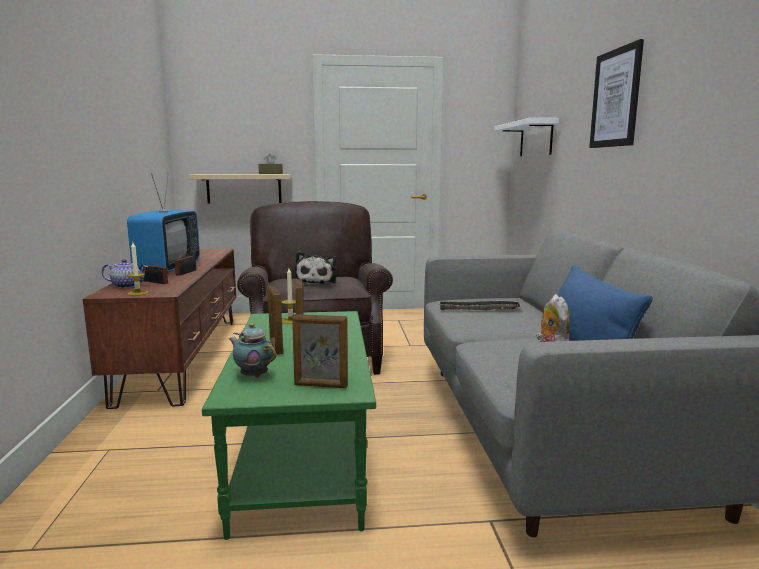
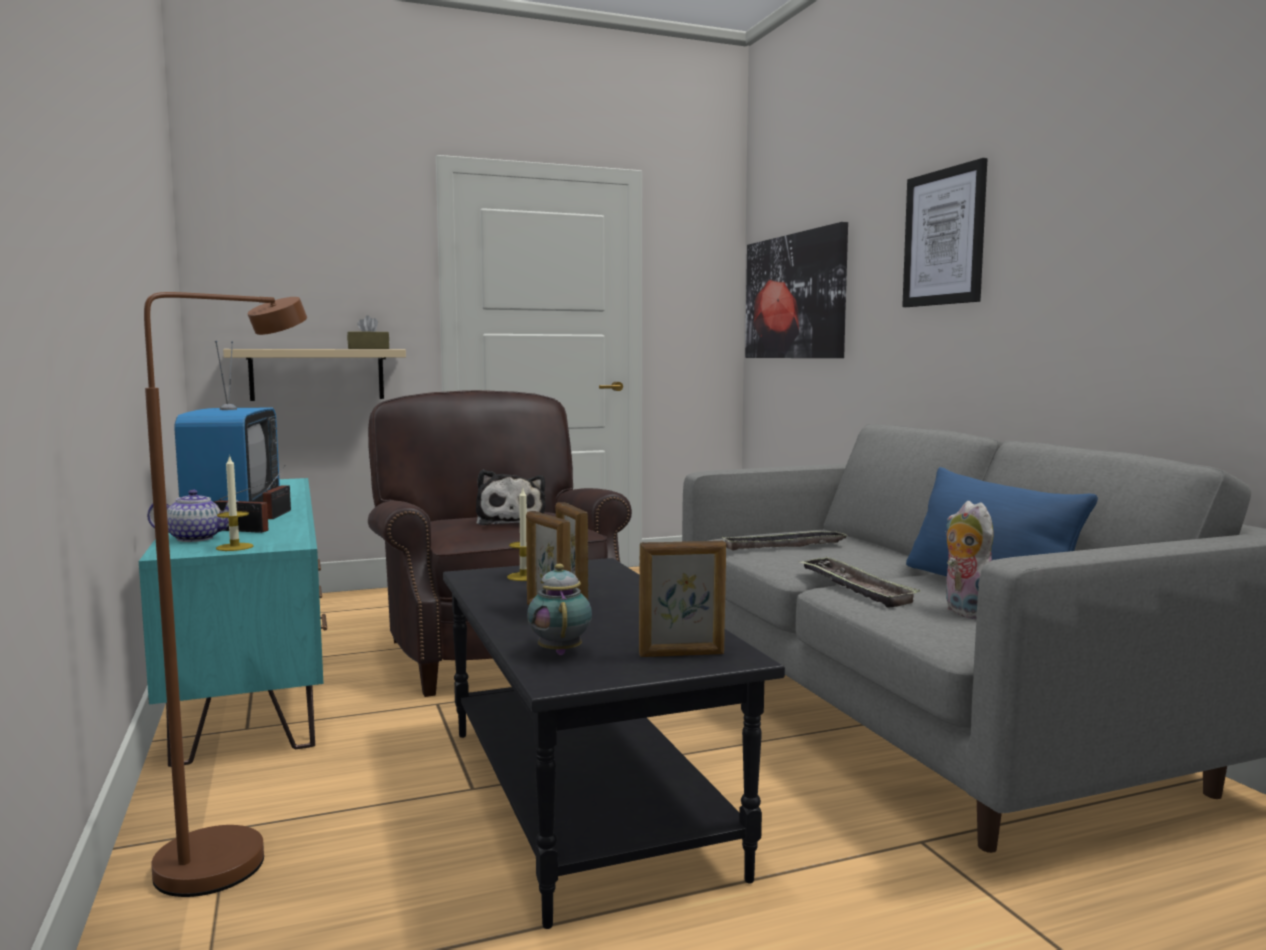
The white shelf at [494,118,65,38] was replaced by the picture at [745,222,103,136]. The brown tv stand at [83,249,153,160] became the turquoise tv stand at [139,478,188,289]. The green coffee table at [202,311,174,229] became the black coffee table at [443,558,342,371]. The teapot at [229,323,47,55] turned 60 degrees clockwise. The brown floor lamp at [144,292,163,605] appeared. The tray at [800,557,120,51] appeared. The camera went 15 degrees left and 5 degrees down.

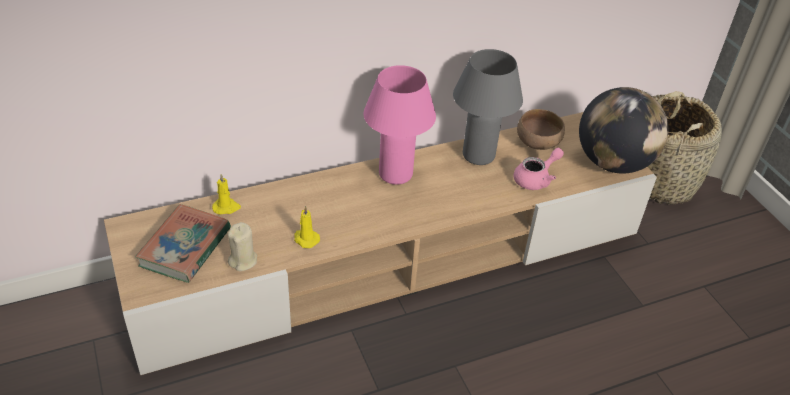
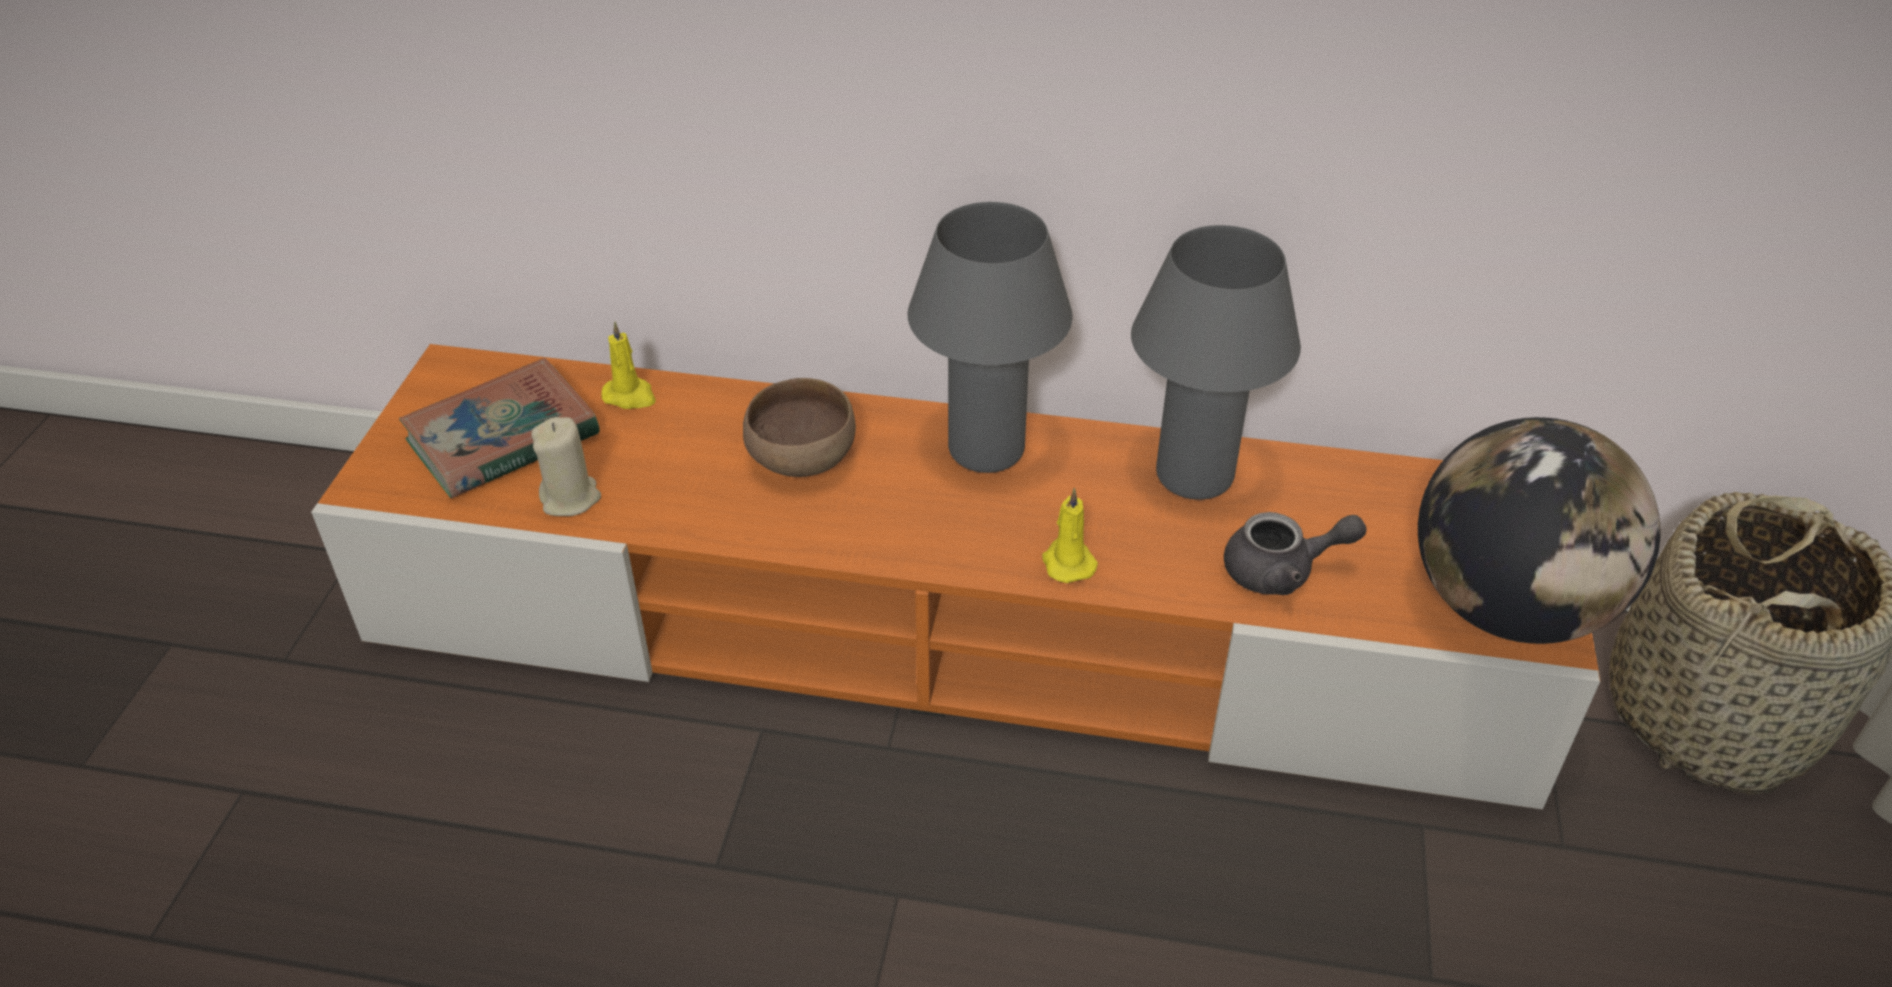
The pink table lamp at [364,65,72,120] became the grey table lamp at [908,202,164,271]. The brown bowl moved from [517,109,48,41] to [743,378,113,99]. The beige tv stand at [104,112,553,263] became the orange tv stand at [311,344,1289,466]. The pink teapot at [514,148,50,42] became the grey teapot at [1224,512,143,83]. The yellow candle moved from [294,206,26,42] to [1042,487,56,96]. The camera went 35 degrees right and 0 degrees up.

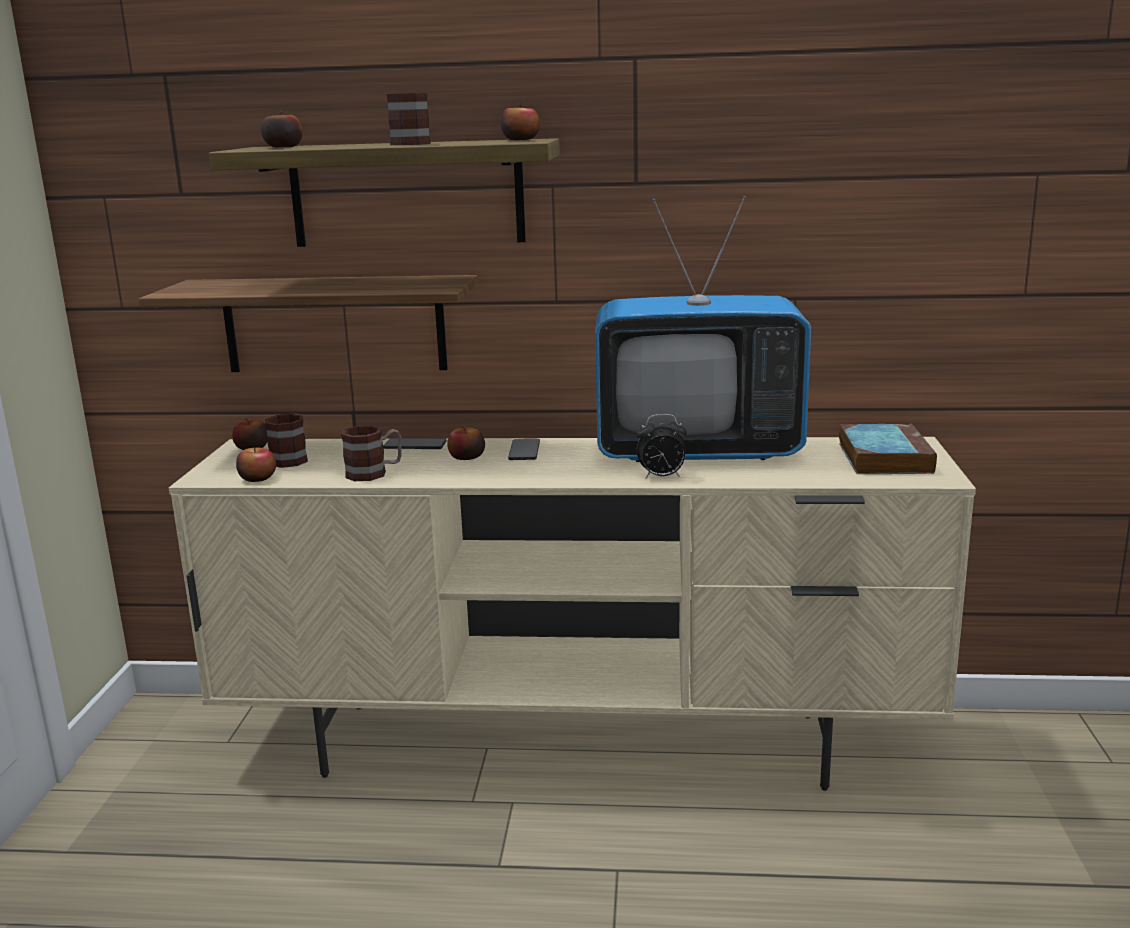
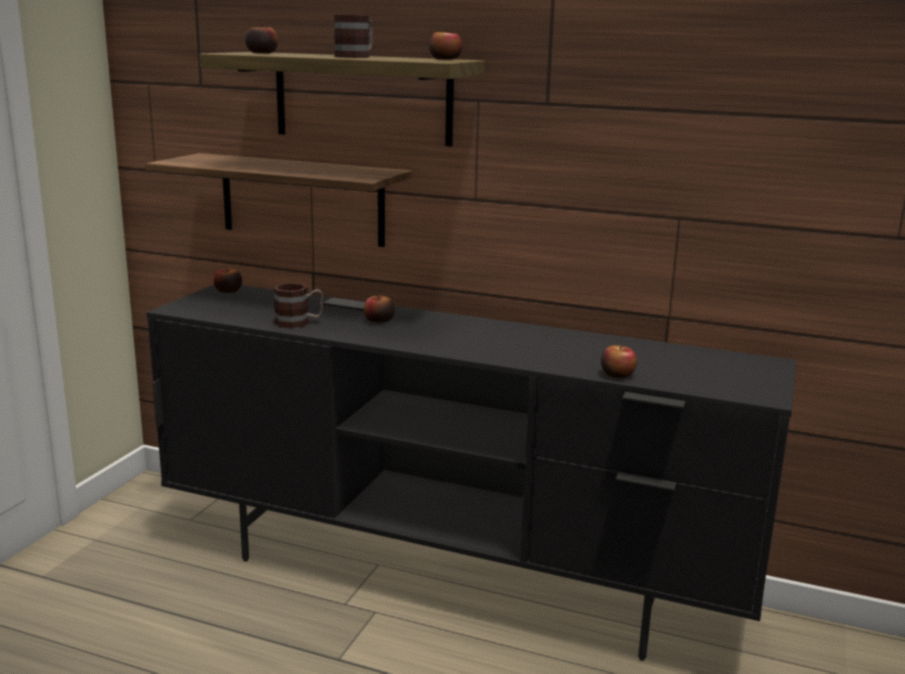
The television at [595,196,216,266] disappeared. The mug at [265,414,43,54] disappeared. The alarm clock at [636,414,51,65] disappeared. The book at [839,424,98,50] disappeared. The beige tv stand at [169,437,807,354] became the black tv stand at [146,285,650,376]. The phone at [508,439,32,21] disappeared. The apple moved from [236,447,40,35] to [601,345,36,33]. The camera went 15 degrees right and 0 degrees up.

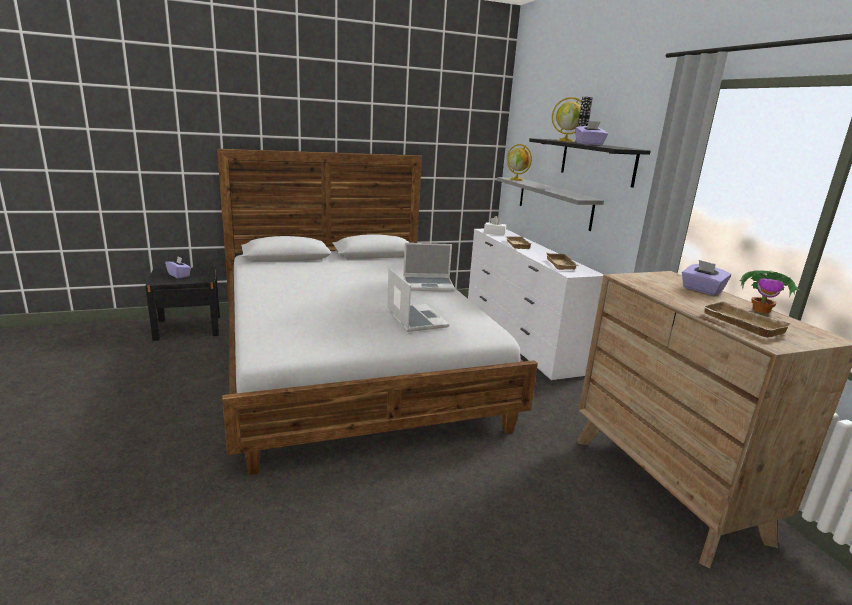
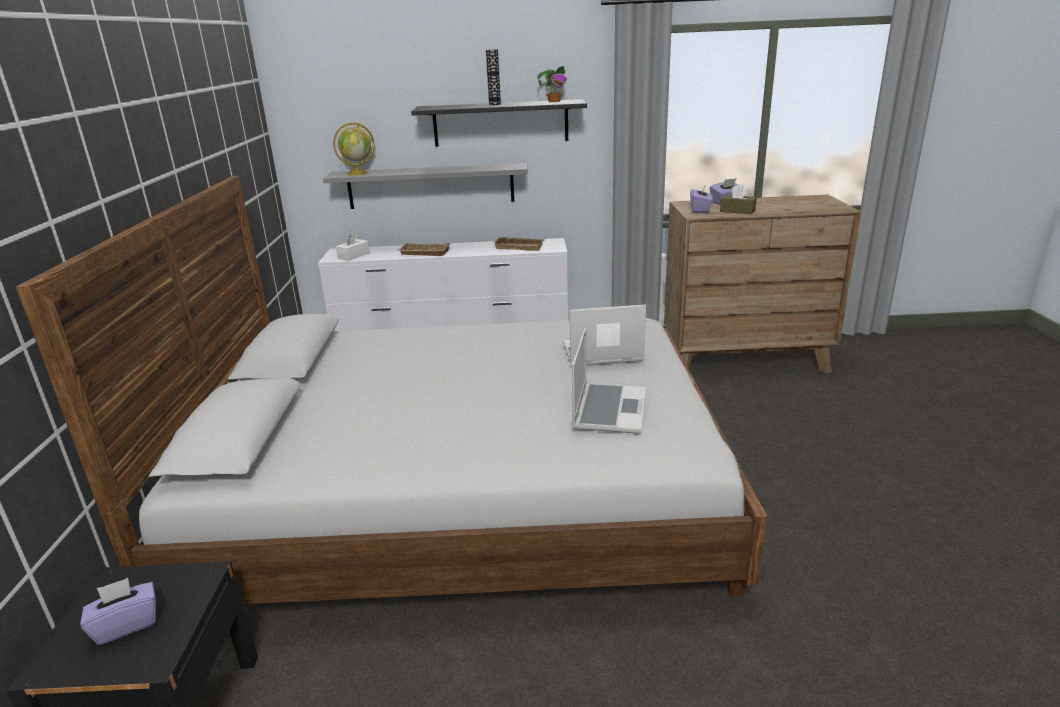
The globe at [552,97,30,45] disappeared. The purple tissue box moved from [575,121,33,24] to [690,184,23,29]. The laptop moved from [403,243,52,49] to [572,328,74,106]. The potted plant moved from [740,270,59,43] to [537,66,31,36]. The beige tray at [700,301,93,37] disappeared. The brown tissue box at [720,184,37,30] appeared. The camera went 70 degrees left and 5 degrees up.

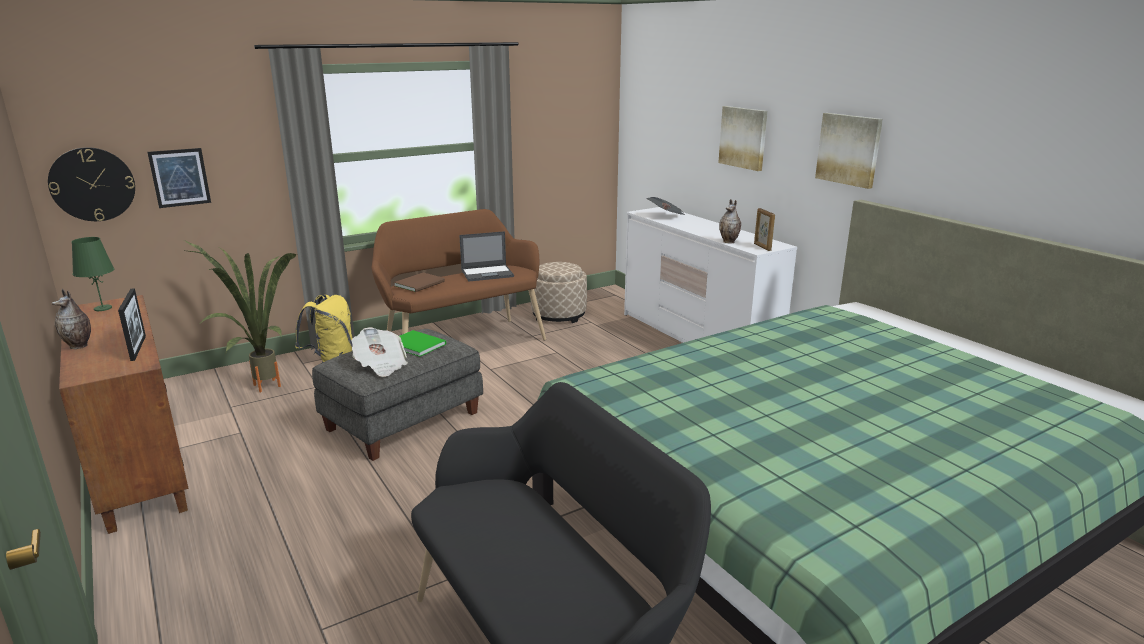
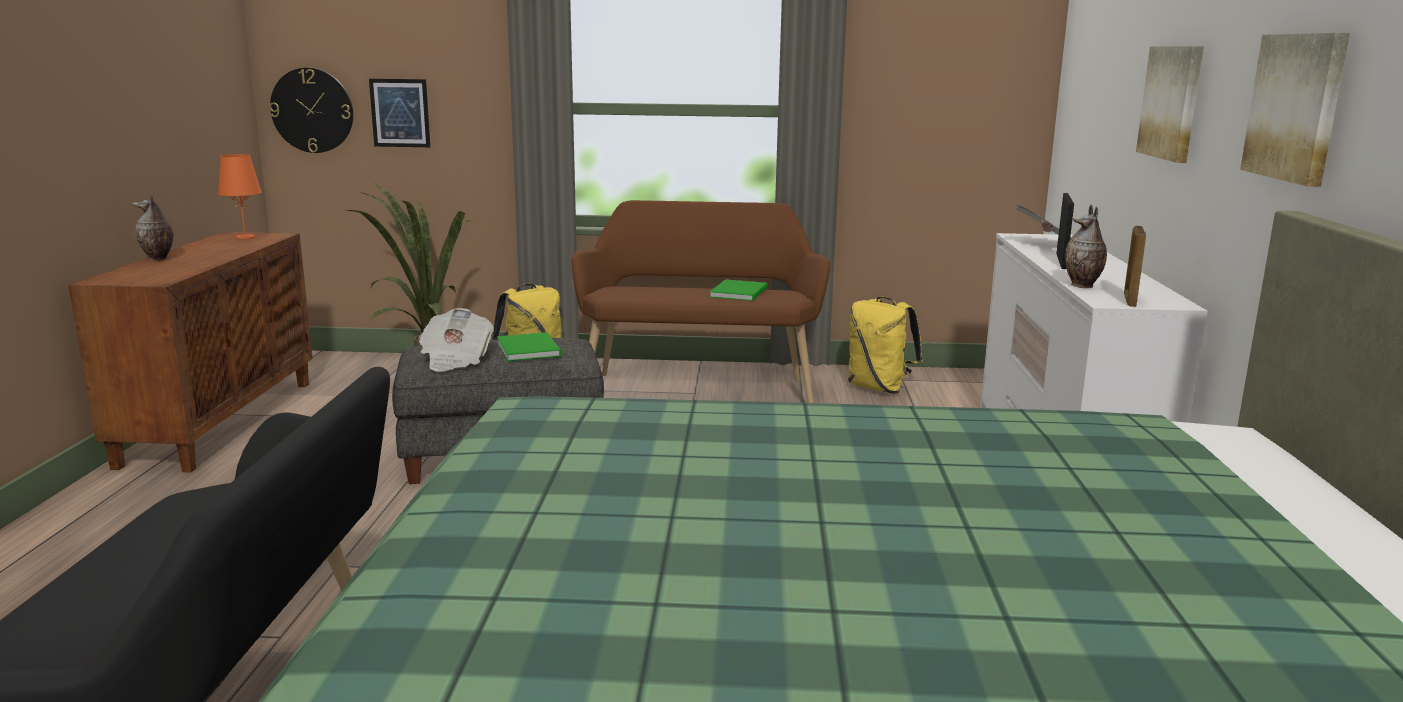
The laptop at [459,231,55,51] was replaced by the green book at [710,279,58,22]. The green table lamp at [71,237,43,74] became the orange table lamp at [217,154,45,85]. The beige ottoman at [531,262,56,61] was replaced by the yellow backpack at [848,297,75,97]. The brown book at [394,273,51,19] disappeared. The picture frame moved from [118,288,28,73] to [1056,193,18,76]. The camera went 35 degrees right and 5 degrees down.

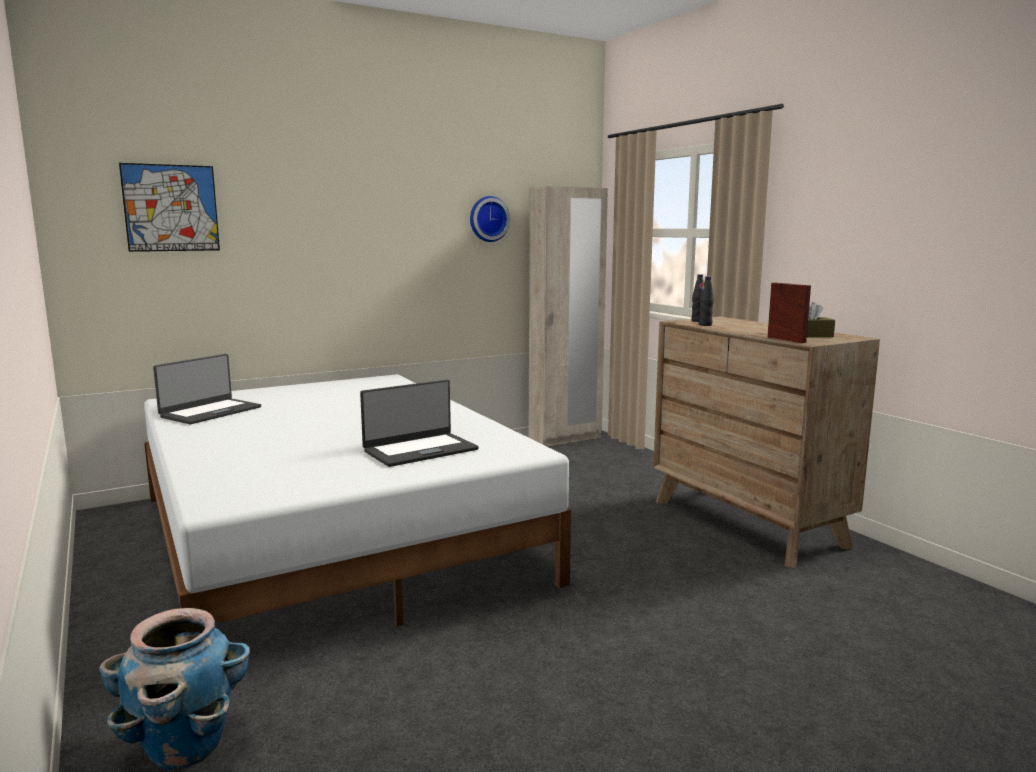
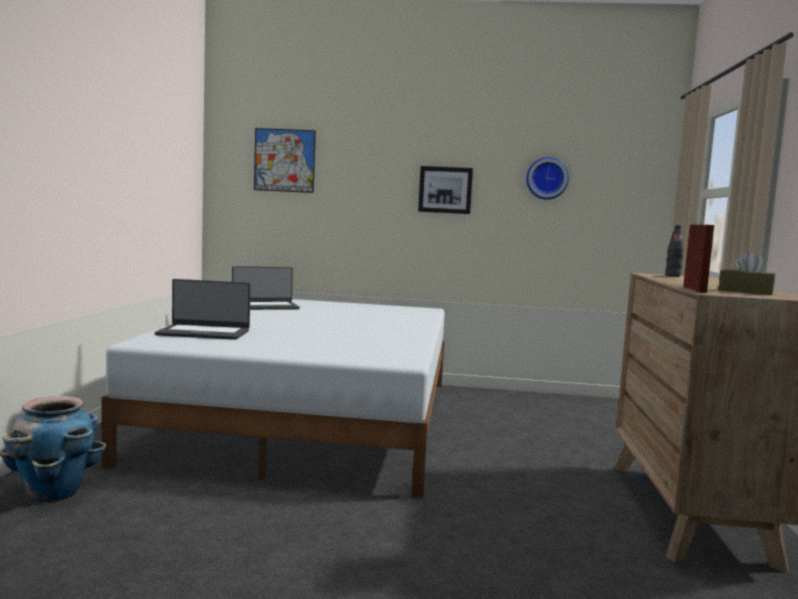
The beige wardrobe at [529,186,79,260] disappeared. The black bottle at [699,276,15,50] disappeared. The laptop moved from [360,380,119,87] to [155,279,96,61]. The picture at [418,166,55,48] appeared. The camera went 35 degrees right and 5 degrees down.

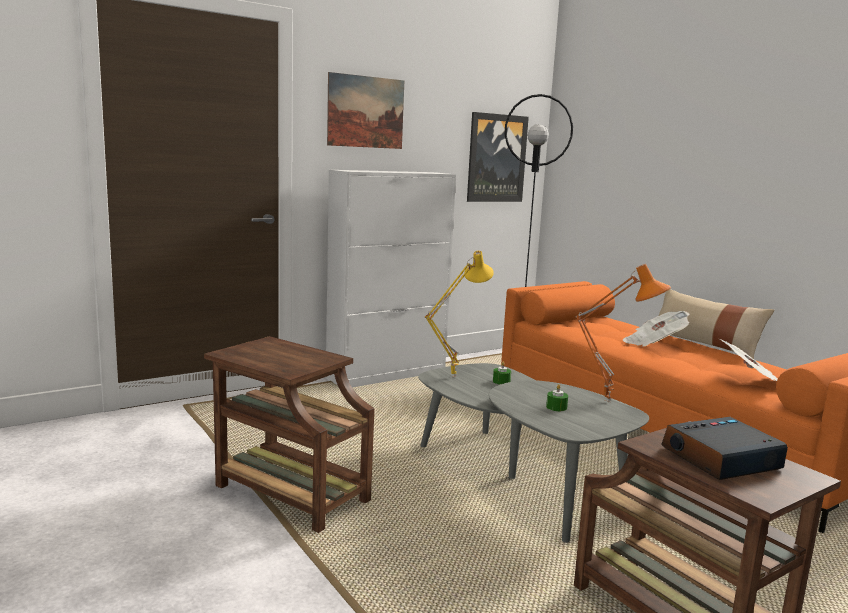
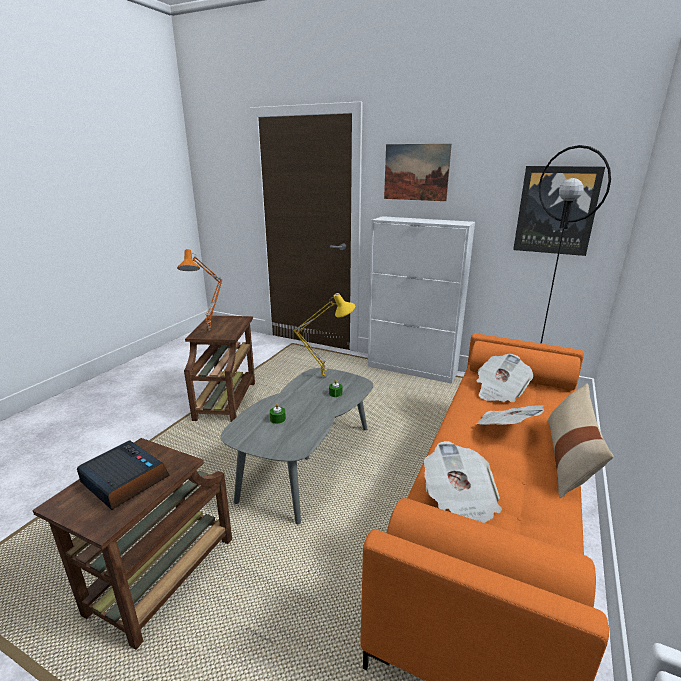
The orange table lamp moved from [575,264,96,138] to [177,249,45,82]. The newspaper at [477,354,56,48] appeared. The camera went 60 degrees right and 10 degrees up.

